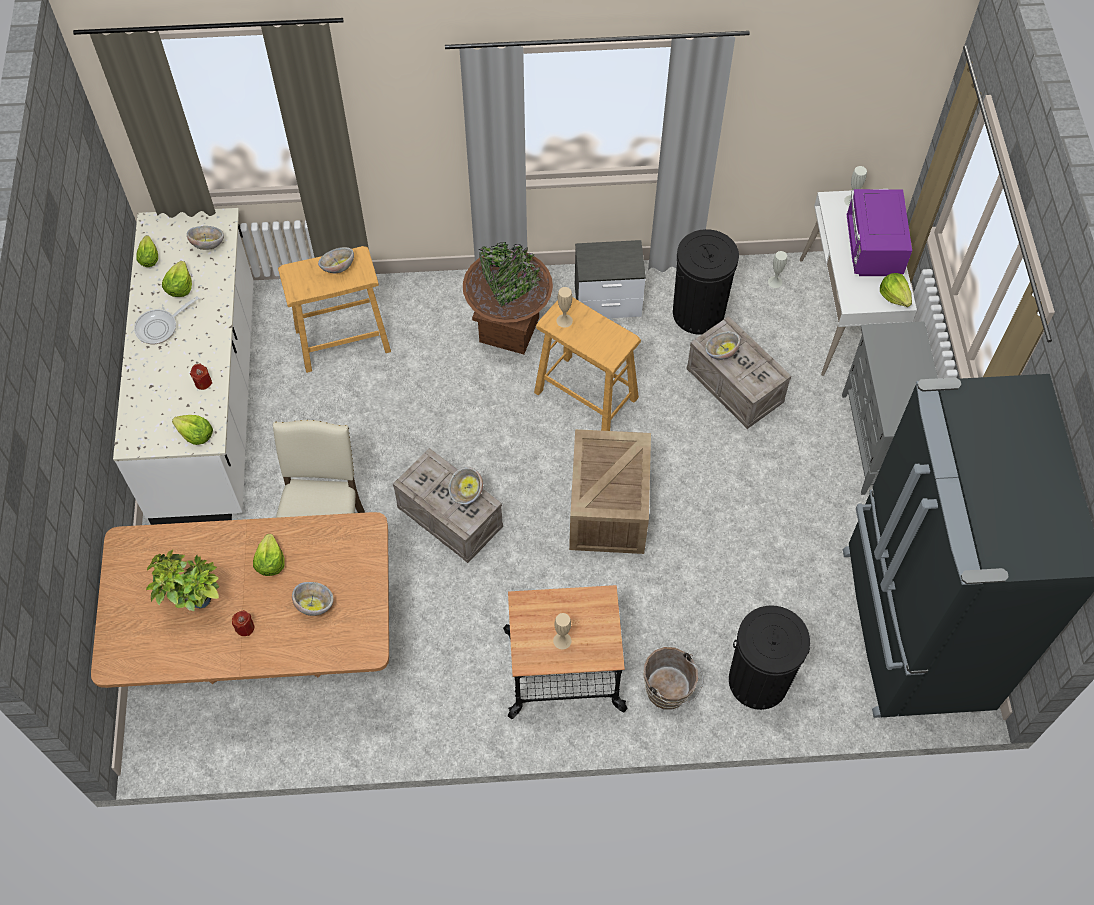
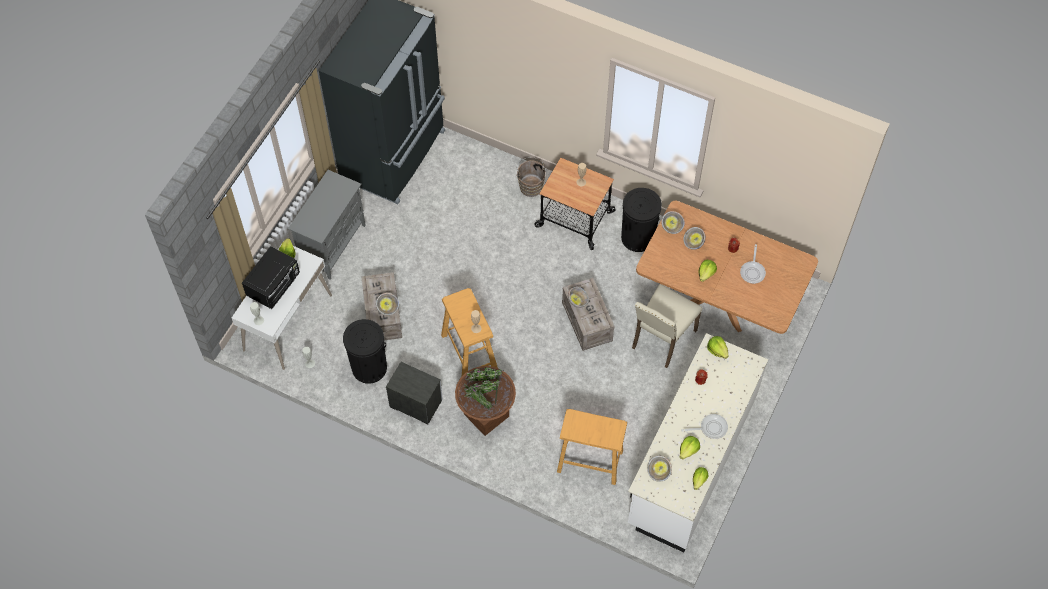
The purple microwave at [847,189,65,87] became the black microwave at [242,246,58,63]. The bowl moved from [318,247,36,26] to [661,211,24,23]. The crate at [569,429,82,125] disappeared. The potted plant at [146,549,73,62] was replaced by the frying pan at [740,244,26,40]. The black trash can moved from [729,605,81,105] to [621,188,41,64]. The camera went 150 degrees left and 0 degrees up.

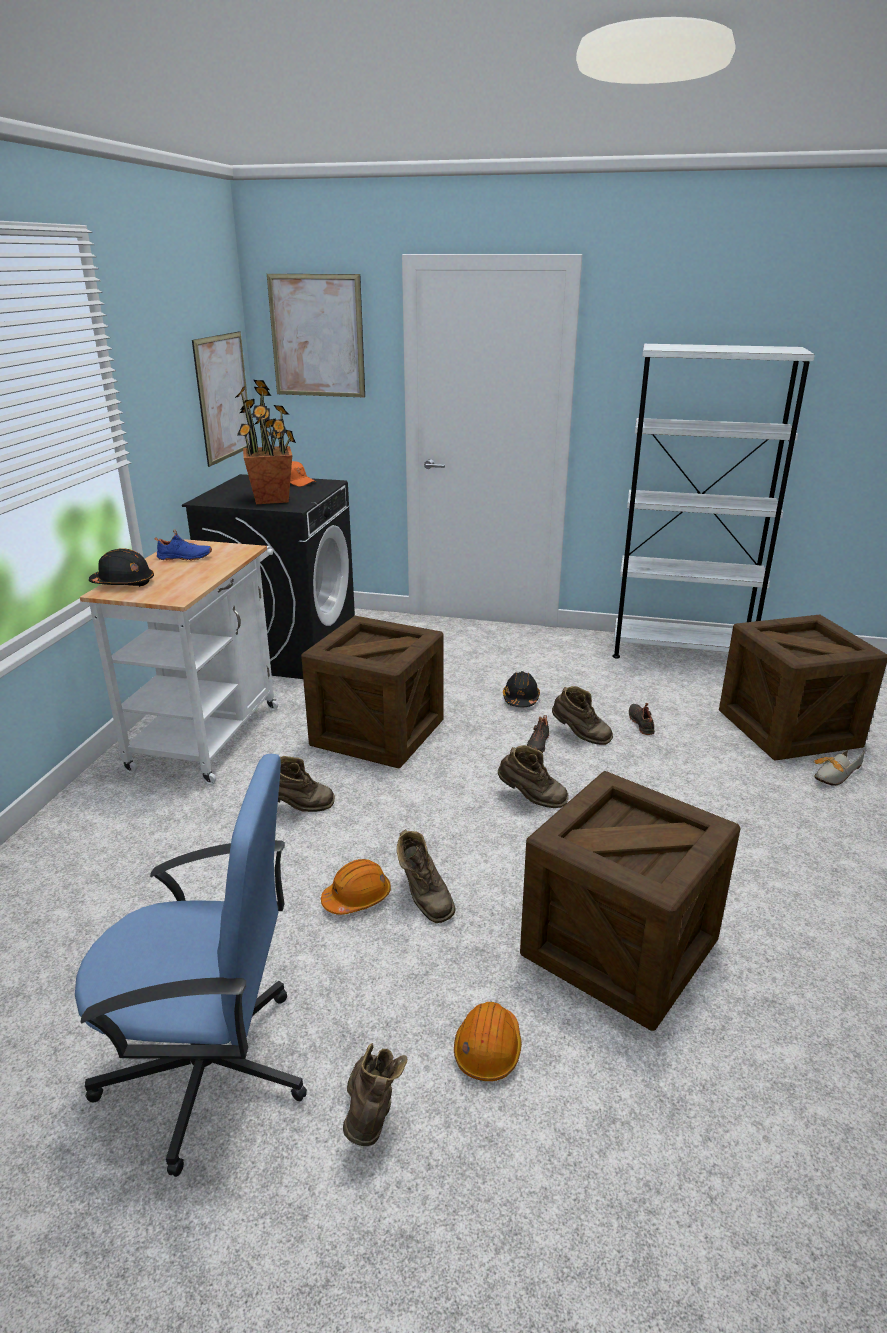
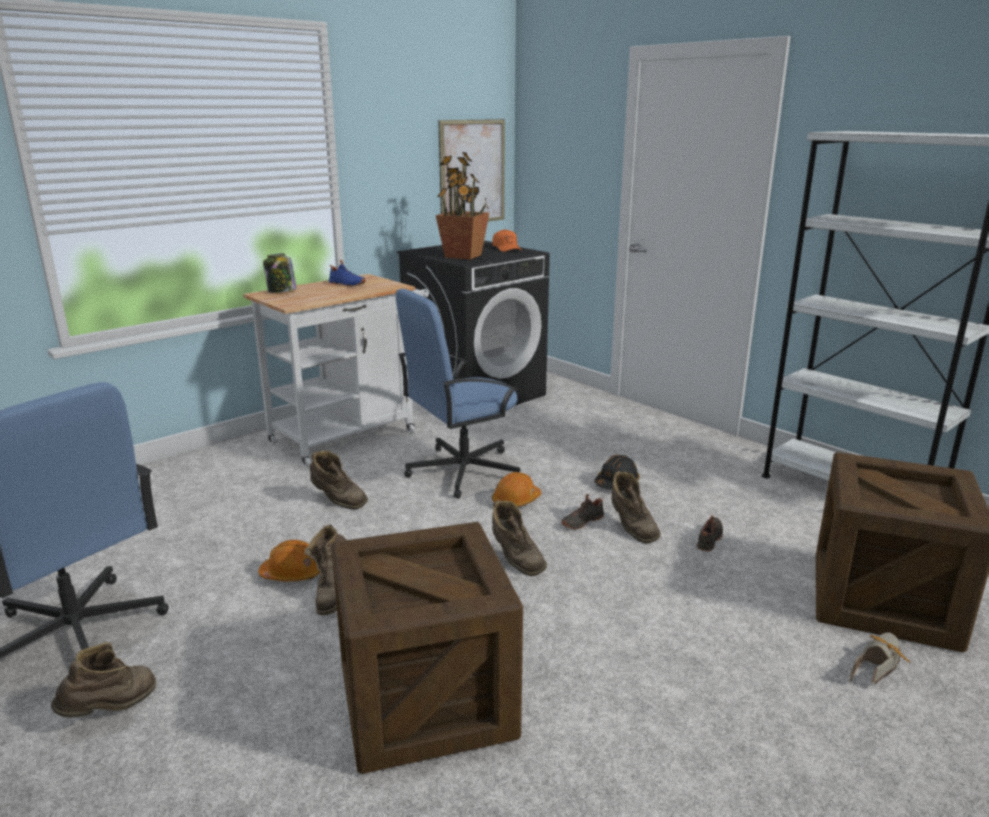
The picture at [267,274,98,124] disappeared. The black hard hat at [89,548,65,39] was replaced by the jar at [263,253,33,40]. The crate at [301,616,143,153] was replaced by the blue office chair at [396,289,124,210]. The shoe at [813,750,52,36] turned 135 degrees clockwise. The orange hard hat moved from [454,1002,68,79] to [492,472,49,36]. The camera went 35 degrees right and 5 degrees down.

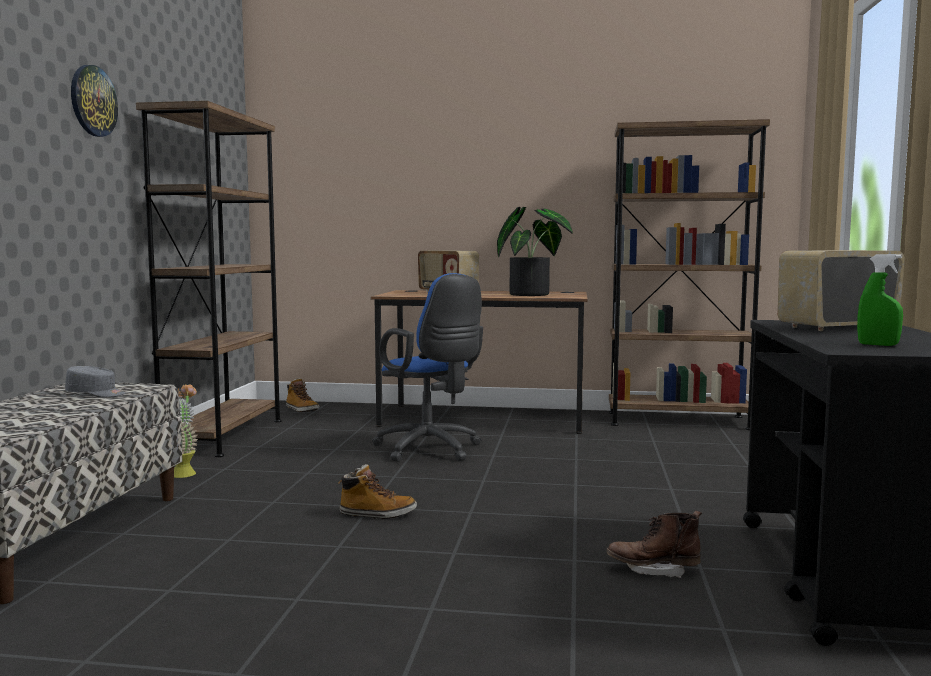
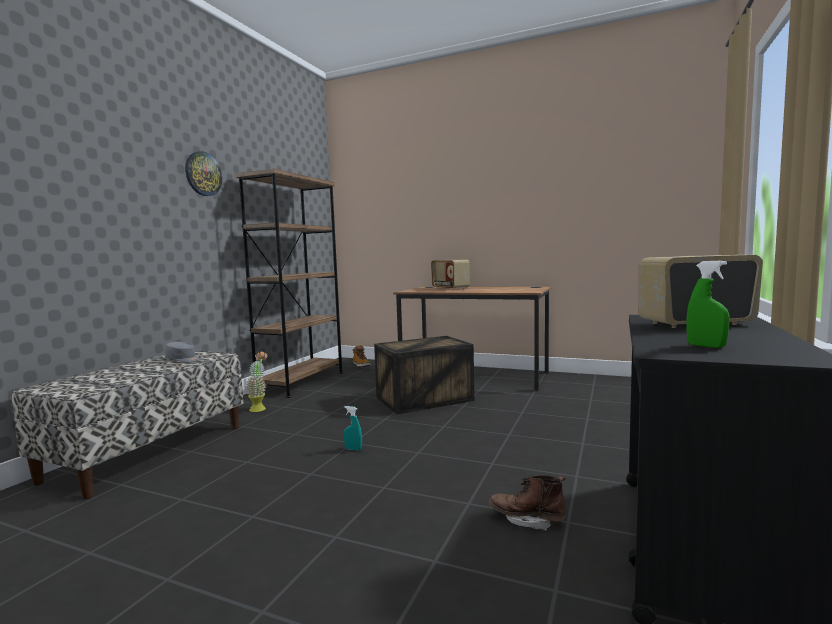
The brown bookcase at [609,119,161,311] disappeared. The potted plant at [497,207,76,89] disappeared. The blue office chair at [372,273,111,189] was replaced by the crate at [374,336,100,78]. The boot at [338,464,79,55] was replaced by the turquoise spray bottle at [344,406,18,45]. The camera went 15 degrees right and 0 degrees up.

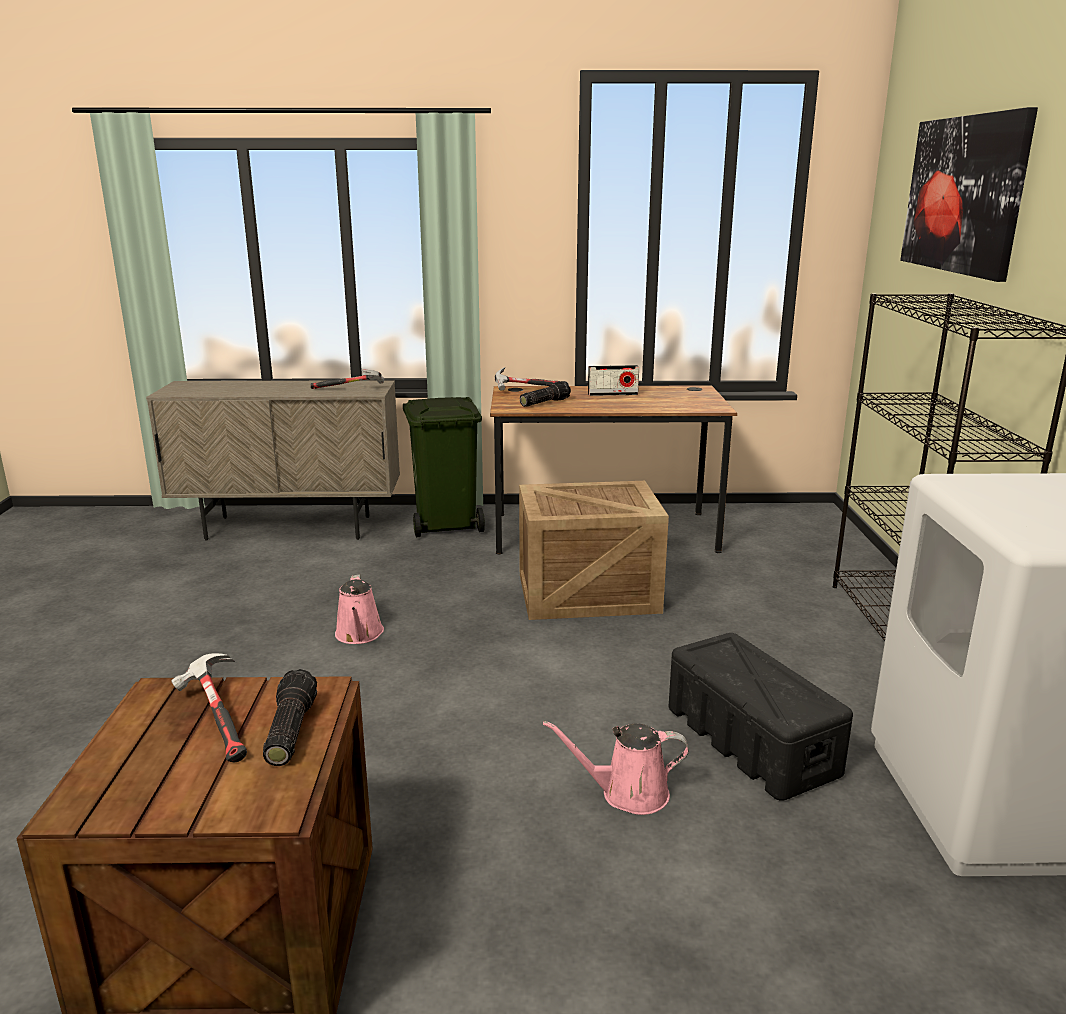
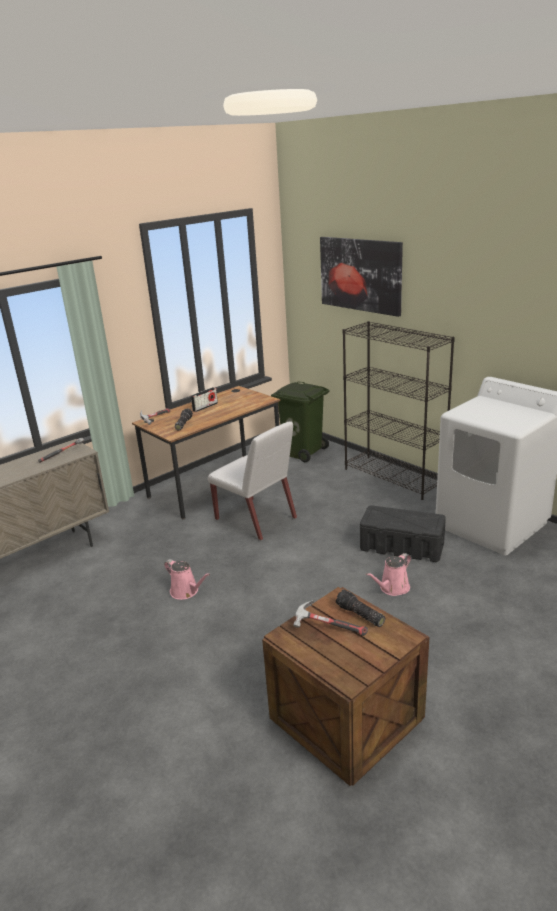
The green trash can moved from [403,397,82,140] to [271,381,58,81]. The crate at [519,481,150,139] was replaced by the white chair at [208,421,89,119]. The camera went 40 degrees left and 5 degrees up.

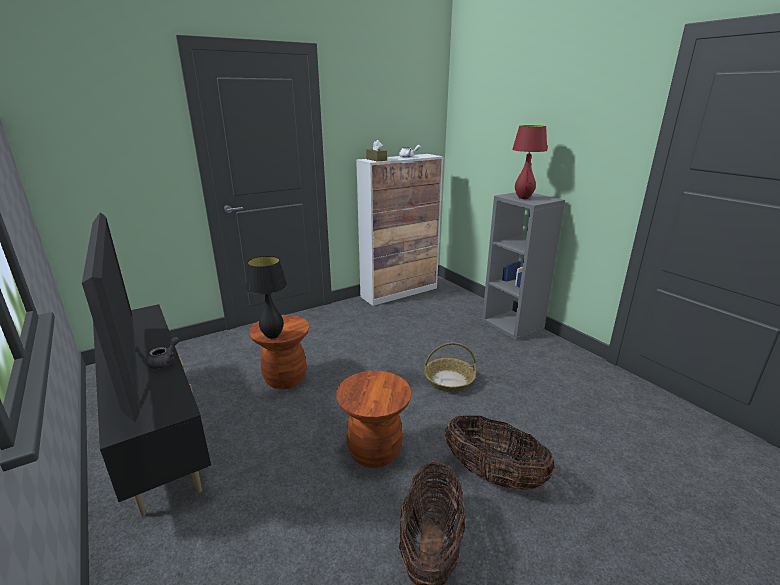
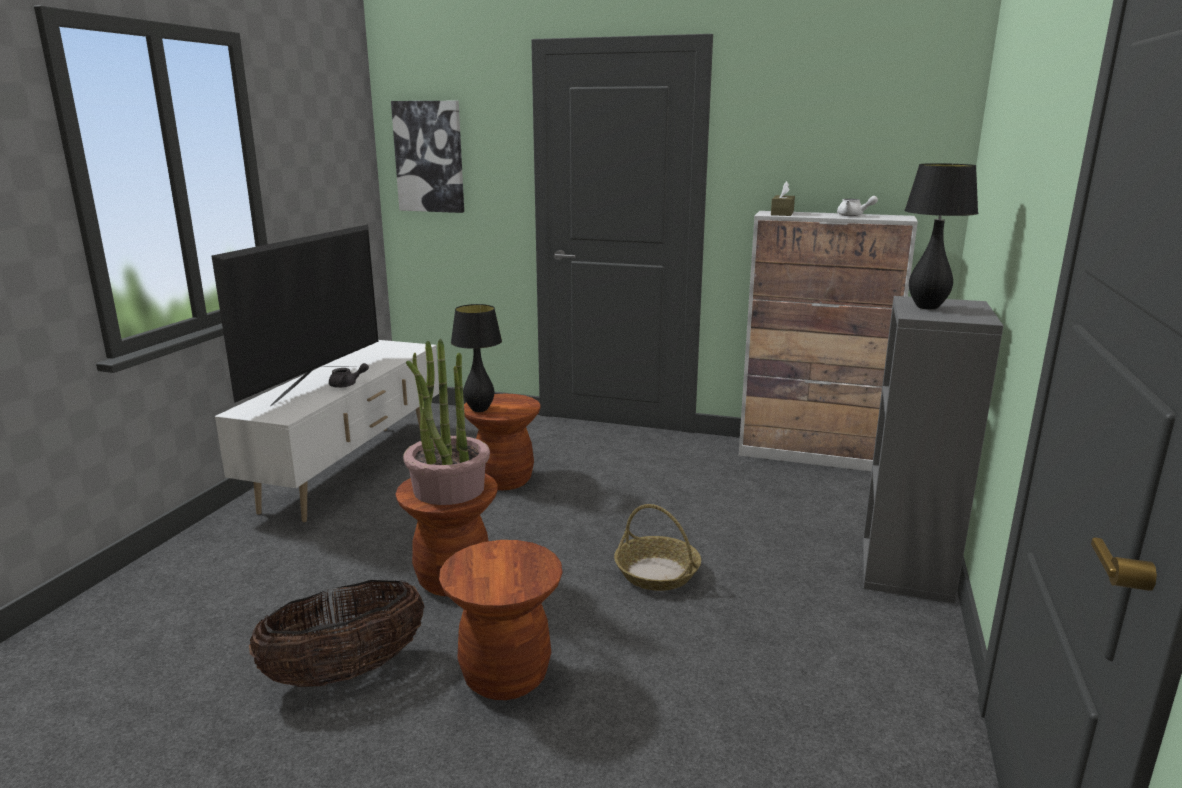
The red table lamp at [512,125,35,74] became the black table lamp at [904,163,74,147]. The black tv stand at [93,304,118,213] became the white tv stand at [215,340,224,182]. The basket at [445,415,110,75] was replaced by the brown stool at [439,540,123,160]. The picture at [391,101,73,112] appeared. The potted plant at [403,339,87,166] appeared. The camera went 50 degrees right and 5 degrees down.

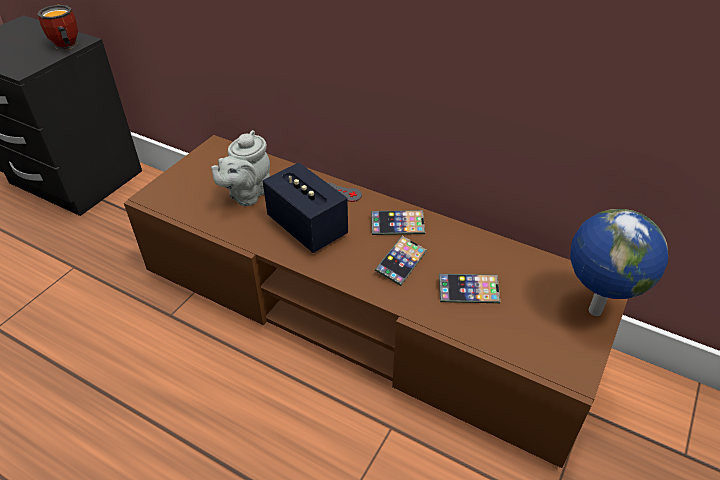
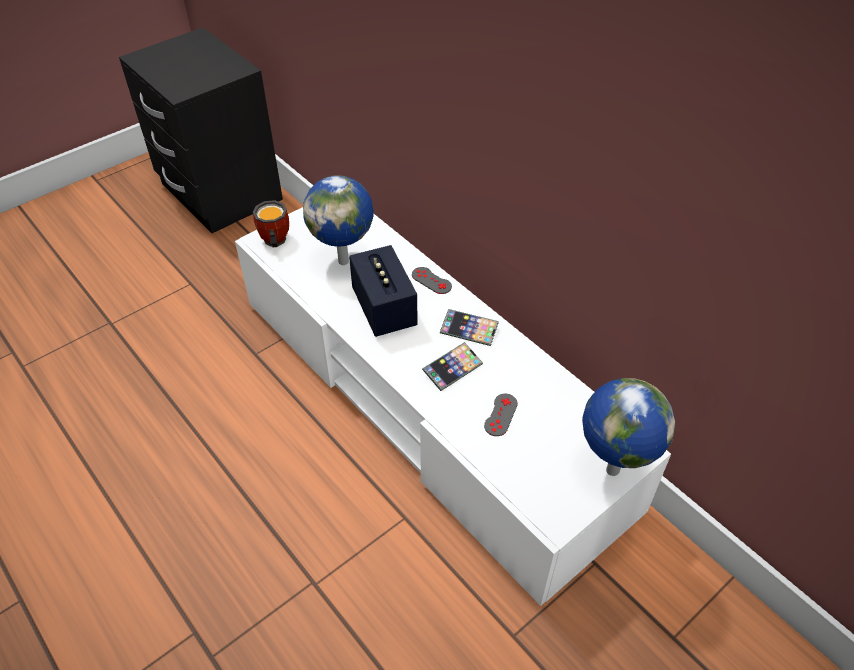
The mug moved from [37,5,41,45] to [253,200,36,47]. The grey teapot at [211,130,59,76] was replaced by the globe at [303,175,71,90]. The brown tv stand at [124,135,504,333] became the white tv stand at [235,207,436,399]. The phone at [439,274,61,29] was replaced by the grey game controller at [484,394,34,42]. The camera went 20 degrees right and 5 degrees up.

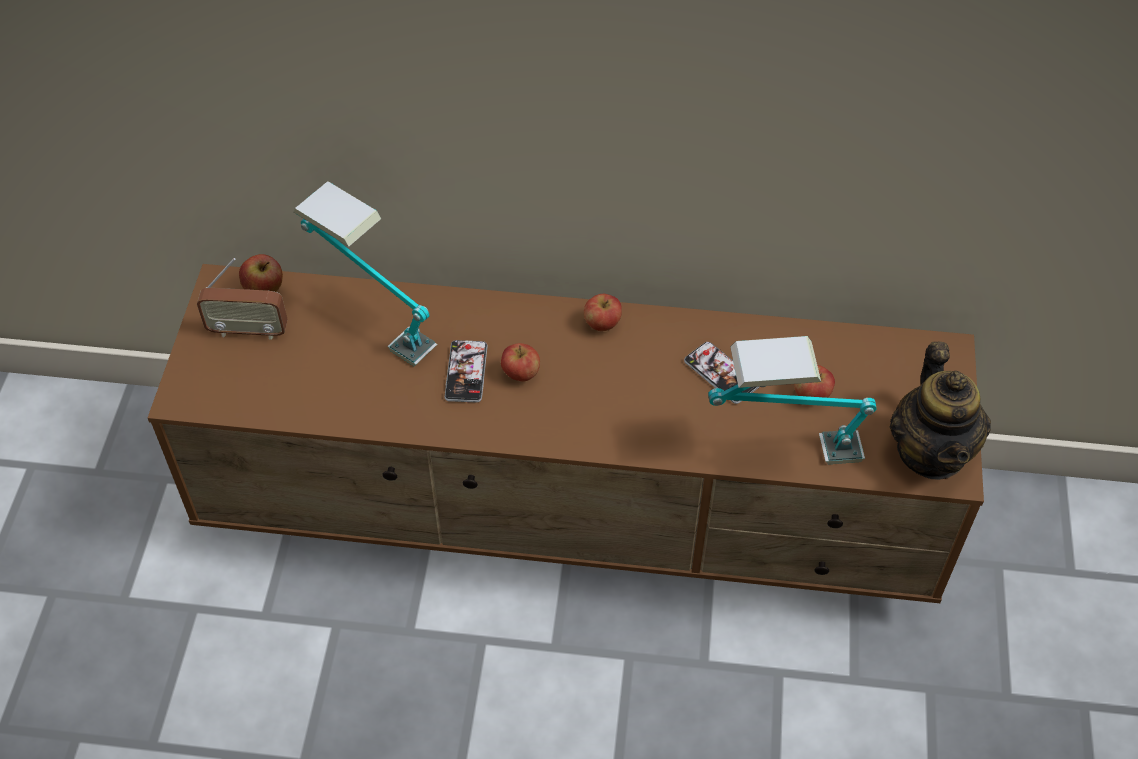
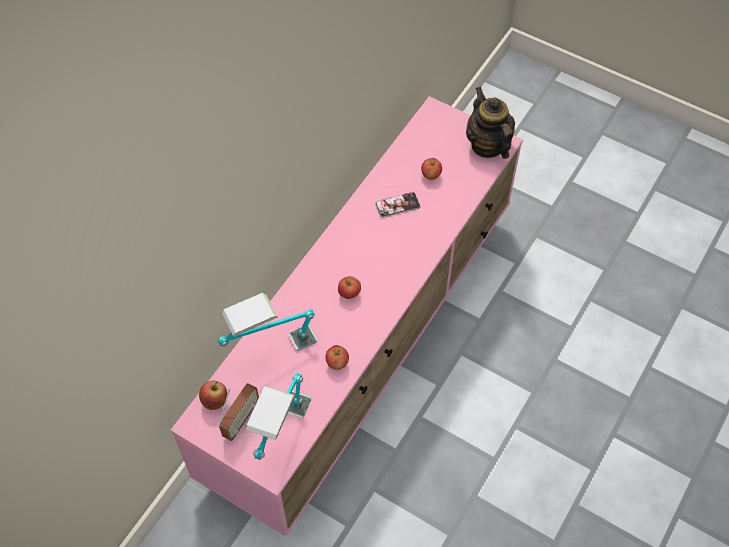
The brown tv stand at [148,264,836,339] became the pink tv stand at [171,96,352,441]. The apple moved from [584,294,38,37] to [325,345,24,25]. The table lamp moved from [708,336,169,128] to [246,373,65,87]. The phone at [444,340,44,62] disappeared. The teapot at [890,341,101,139] turned 135 degrees counterclockwise. The camera went 65 degrees left and 5 degrees up.

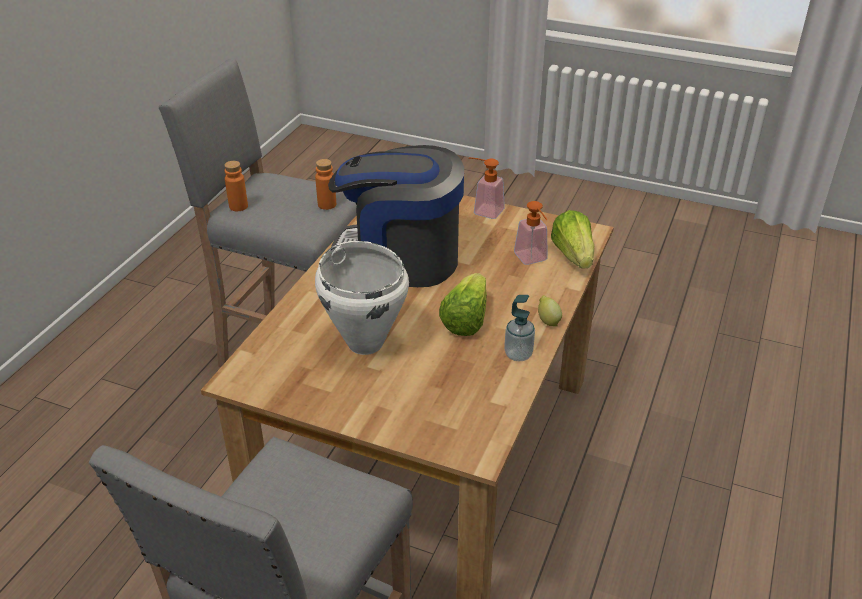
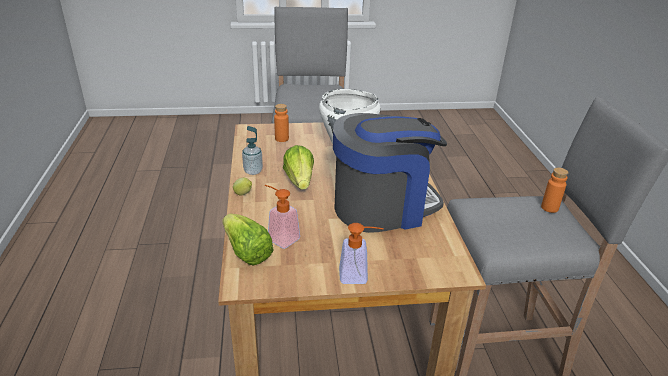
The orange bottle moved from [315,159,21,51] to [274,104,15,38]. The camera went 150 degrees right and 5 degrees down.

